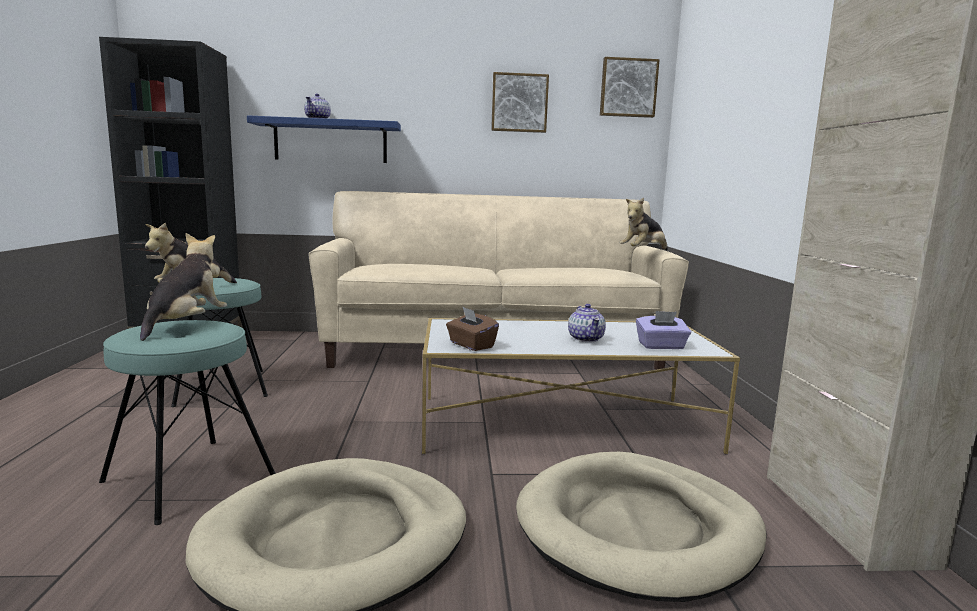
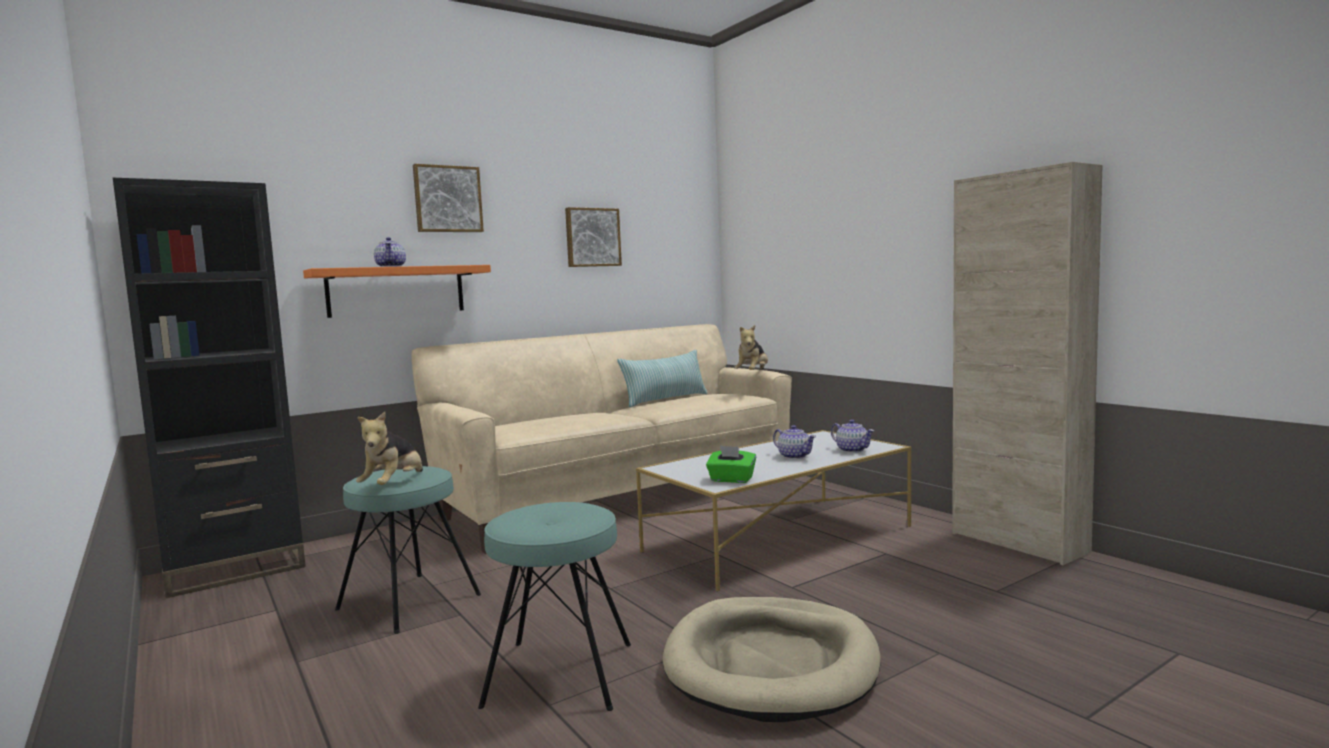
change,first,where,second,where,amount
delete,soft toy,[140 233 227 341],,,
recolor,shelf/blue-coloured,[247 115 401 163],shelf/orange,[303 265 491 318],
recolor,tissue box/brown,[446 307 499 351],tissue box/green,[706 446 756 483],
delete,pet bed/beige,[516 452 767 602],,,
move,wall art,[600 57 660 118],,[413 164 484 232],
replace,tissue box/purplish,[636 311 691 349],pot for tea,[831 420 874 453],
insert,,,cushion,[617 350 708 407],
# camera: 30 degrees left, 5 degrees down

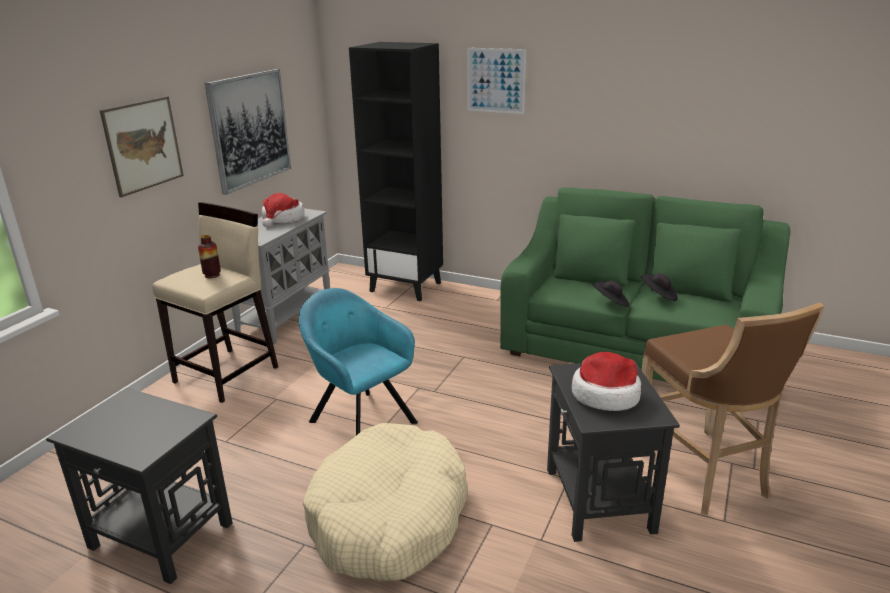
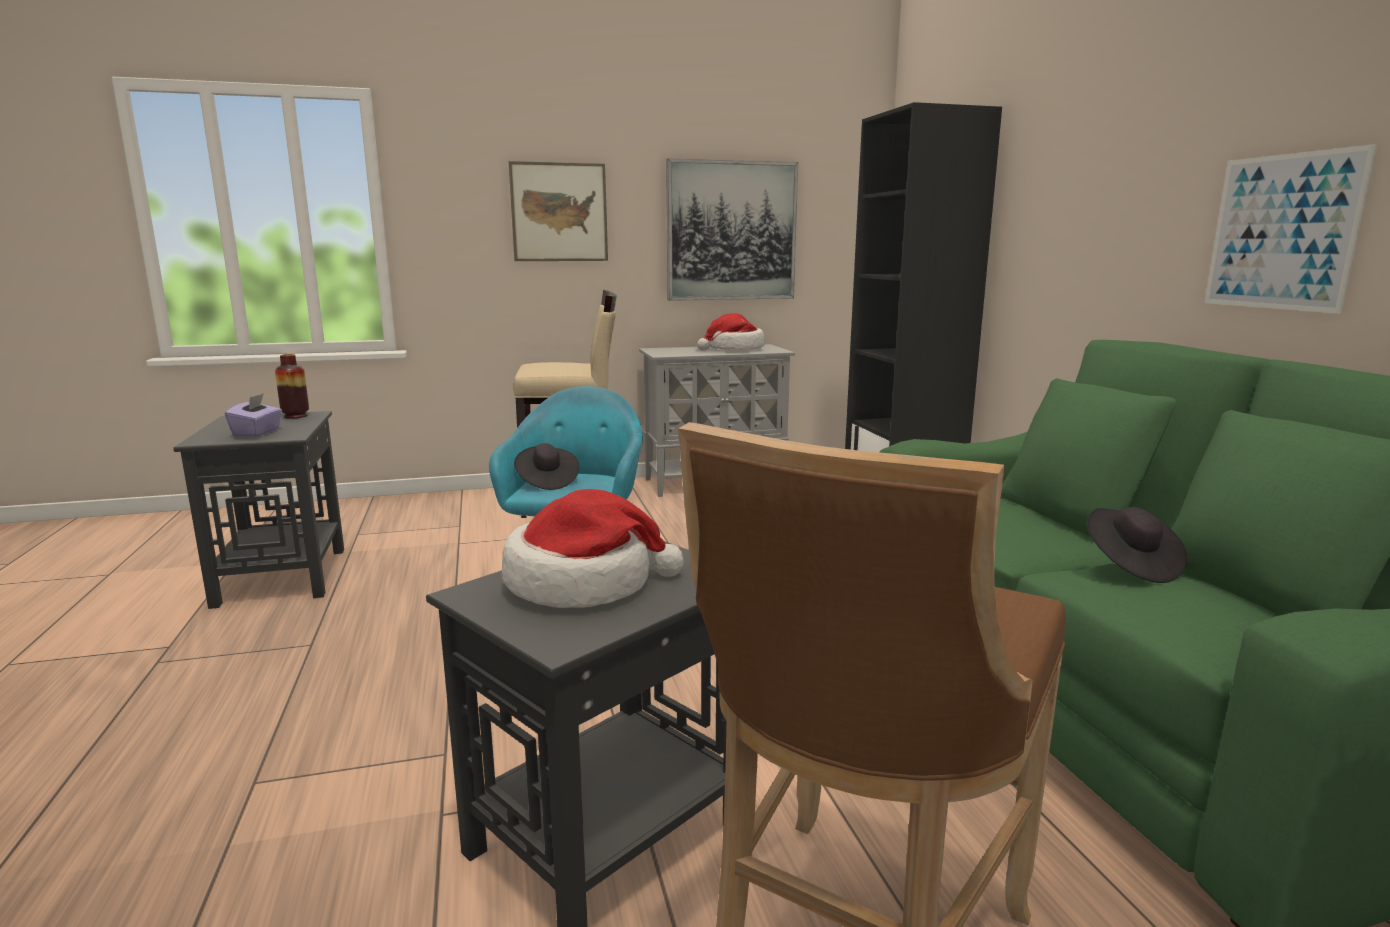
change,first,where,second,where,amount
move,flower vase,[198 235 221 278],,[275 354 309 419],
delete,pet bed/beige,[303 423 468 582],,,
move,wall art,[467 48 526 114],,[1204 144 1377 314],
move,clothing hat/blackish,[593 280 629 307],,[514 443 579 490],
insert,,,tissue box/purplish,[225 393 282 437],
# camera: 50 degrees right, 10 degrees down

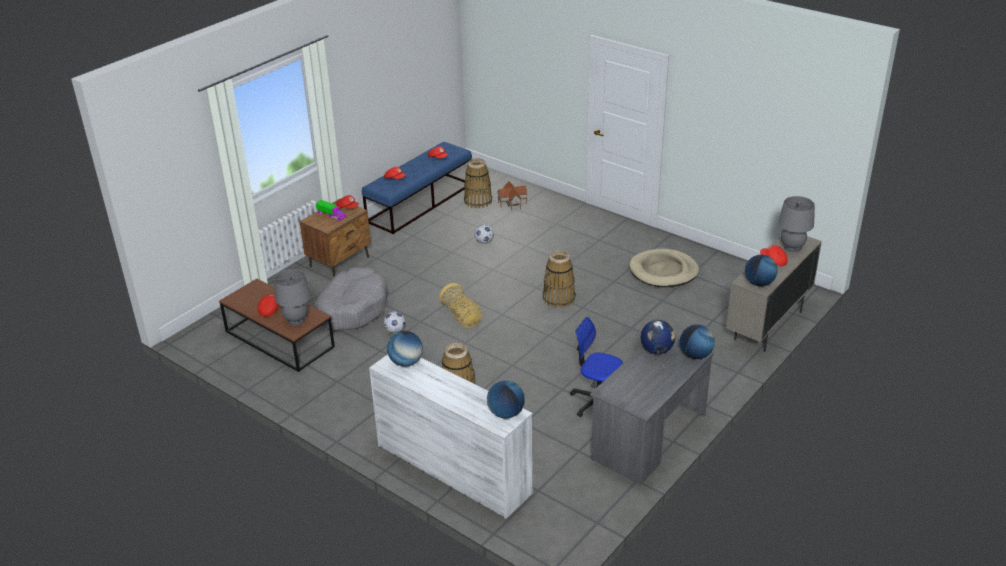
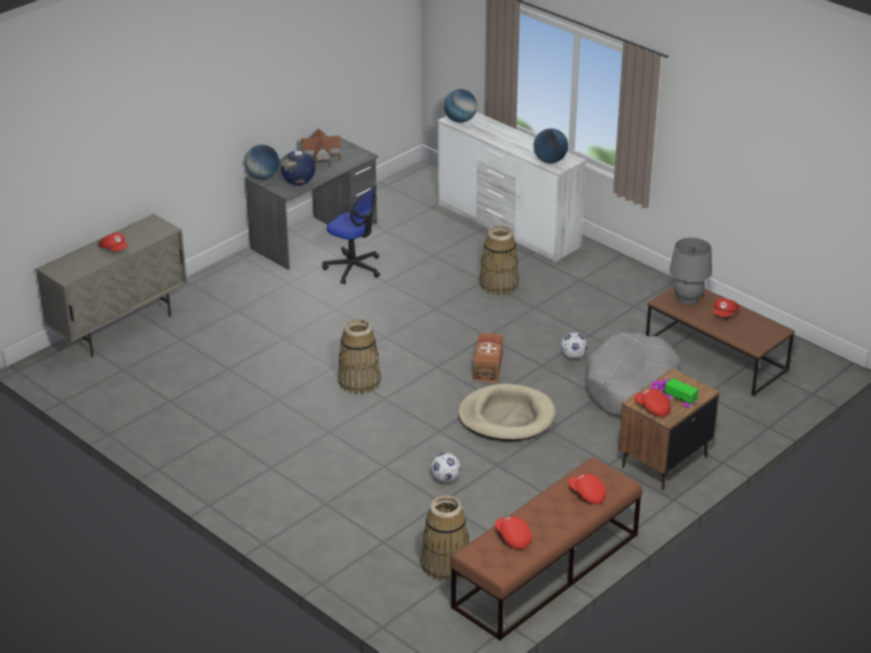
change,first,where,second,where,amount
recolor,bench/blue-coloured,[362 142 472 234],bench/brown,[450 457 642 641],
replace,household basket,[439 283 482 328],storage container/brown,[473 333 503 383],
move,miniature house,[497 181 528 211],,[300 128 341 169],
move,pet bed/beige,[629 249 699 287],,[458 384 556 442],
delete,desk globe,[745 255 778 286],,,
delete,tabletop lamp/grey,[778 196 815 252],,,
# camera: 175 degrees left, 0 degrees up

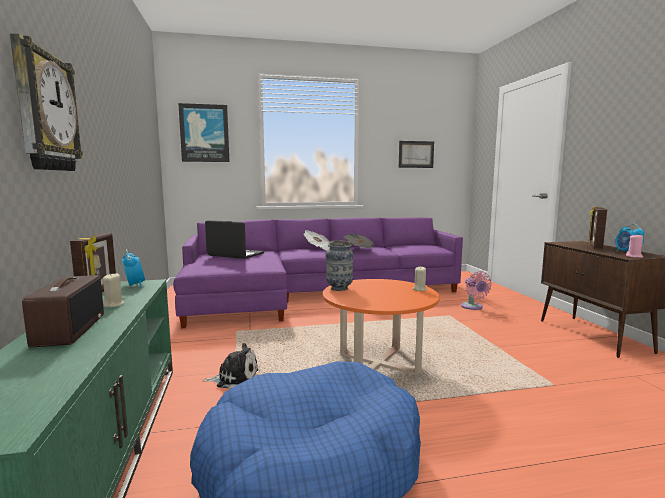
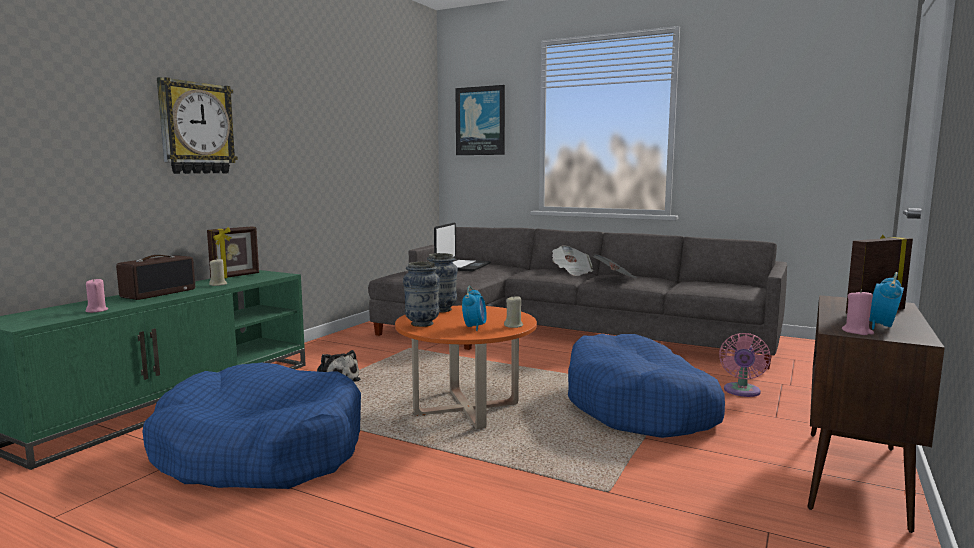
change,first,where,second,where,amount
move,alarm clock,[122 249 145 288],,[462 286 487 331],
recolor,sofa/purplish,[173 217 463 328],sofa/grey,[368 227 787 369],
rotate,portable computer,[205 220 264 259],,[434 222 491 272],45 degrees clockwise
delete,wall art,[399 141 434 168],,,
insert,,,wax light/pinkish,[85 278 108 313],
insert,,,flower vase,[403 262 440 327],
insert,,,pet bed/blue-coloured,[568 334 725 438],
# camera: 40 degrees right, 0 degrees up

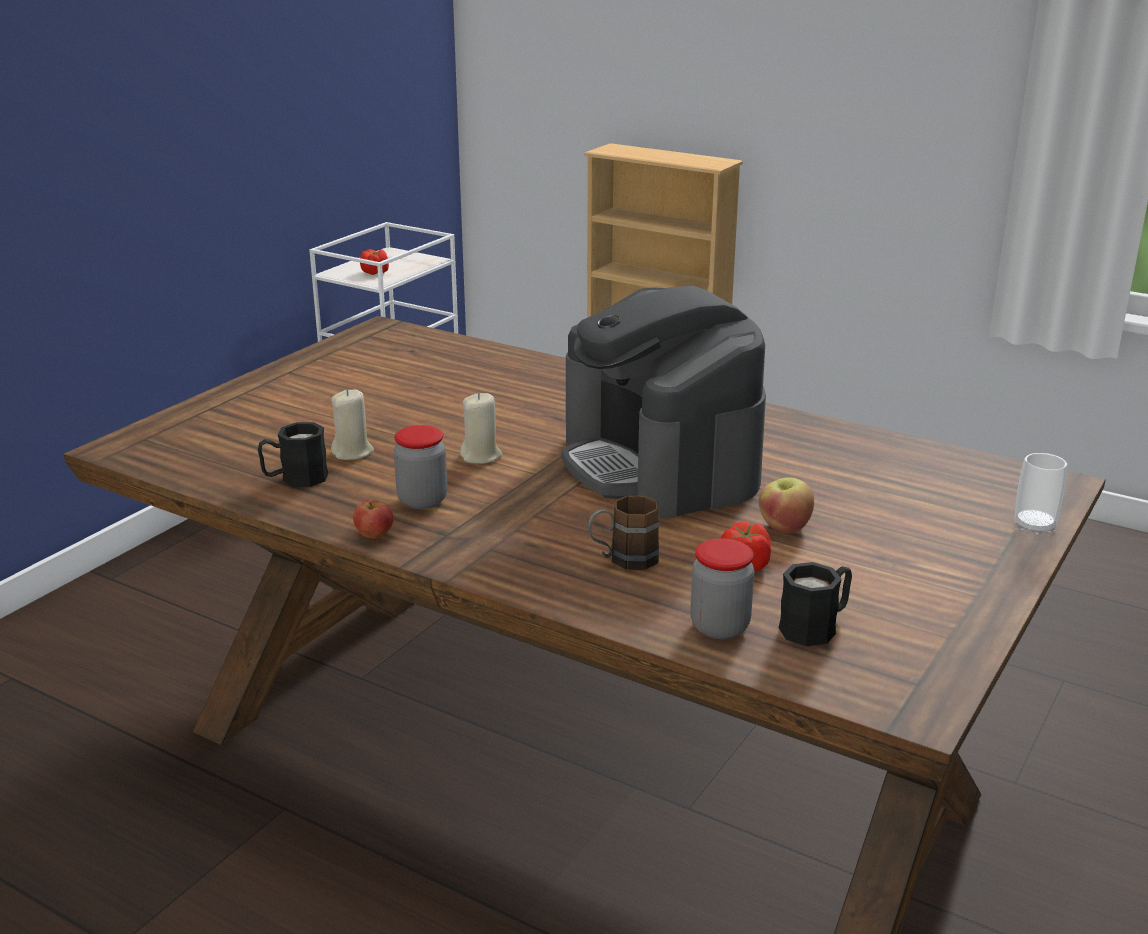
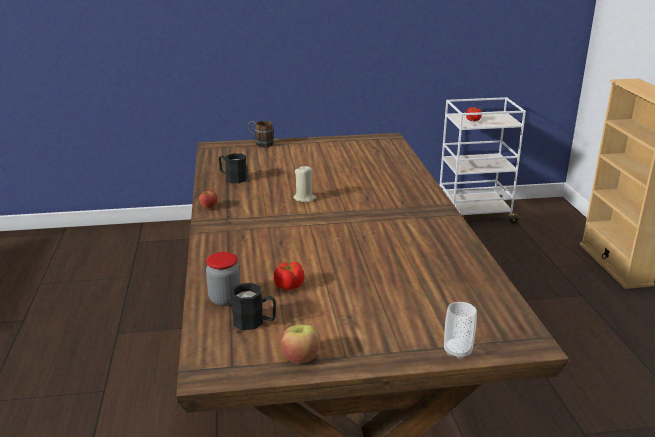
change,first,where,second,where,amount
delete,wax light/beige,[331 389 374 460],,,
delete,preserve jar,[394 425 447 509],,,
delete,coffee brewer,[562 286 766 519],,,
move,coffee mug/brown,[588 495 659 570],,[248 121 274 147],
move,whole apple,[759 478 814 534],,[281 325 320 363],
# camera: 50 degrees right, 0 degrees up

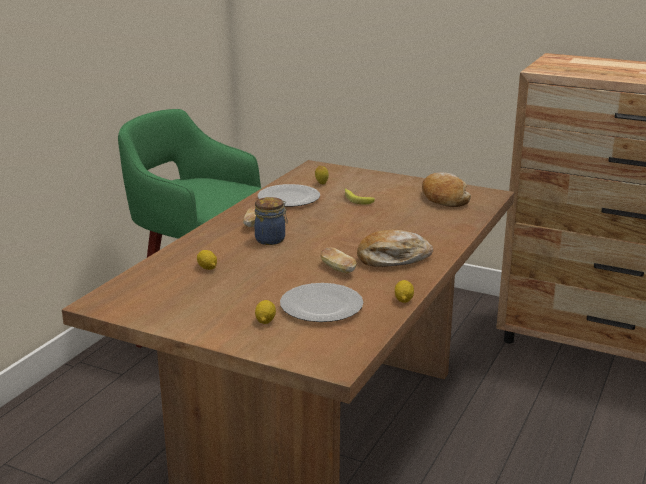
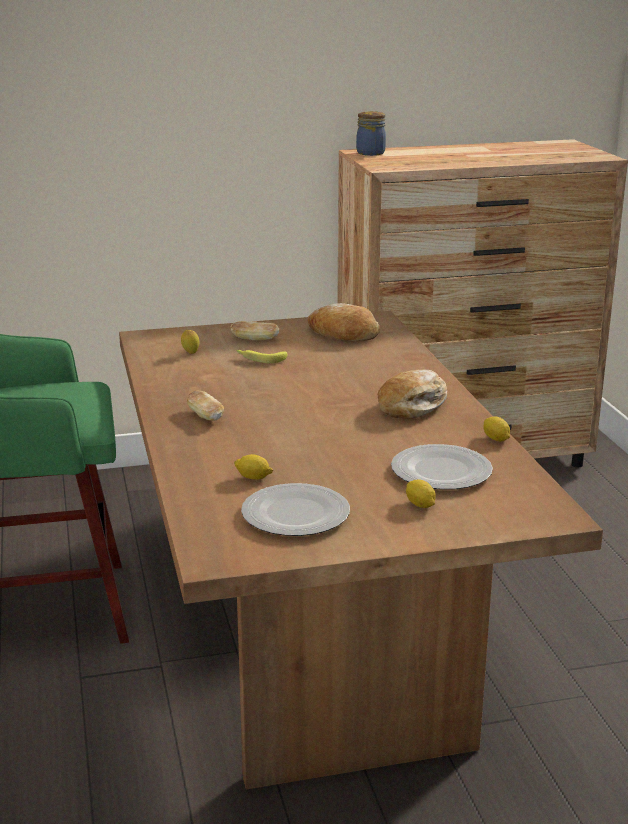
change,first,where,second,where,amount
move,preserve jar,[255 197 288 245],,[356 111 386 156],
move,dinner plate,[258 184 320 207],,[241 483 350 536],
move,bread,[320 248 357 273],,[231 321 279 341],
# camera: 40 degrees left, 0 degrees up

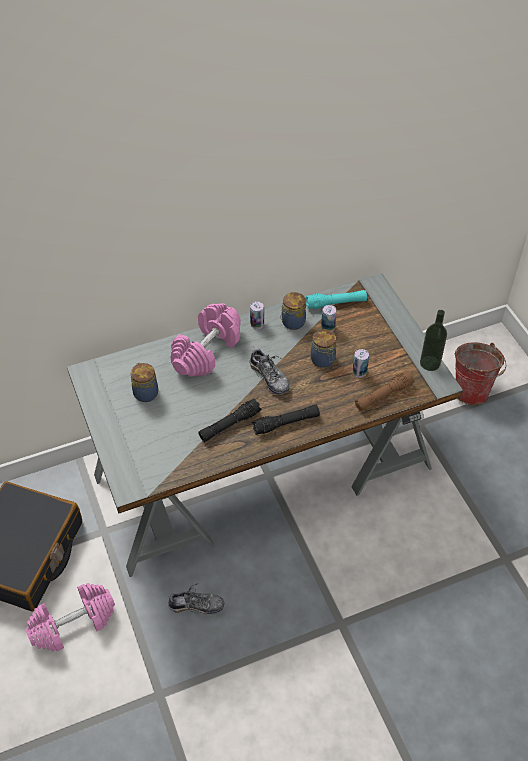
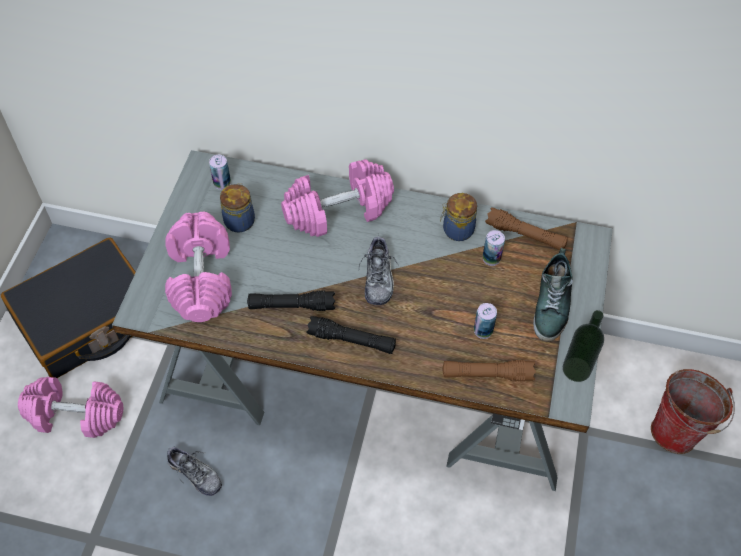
change,first,where,second,where,amount
move,sealed can,[250 301 264 329],,[209 155 231 190],
recolor,torch/turquoise-coloured,[305 290 367 309],torch/brown,[485 207 568 250],
delete,preserve jar,[311 329 336 368],,,
insert,,,dumbbell/pinkish,[165 211 232 322],
insert,,,item of footwear,[533 248 573 341],
# camera: 35 degrees right, 5 degrees up

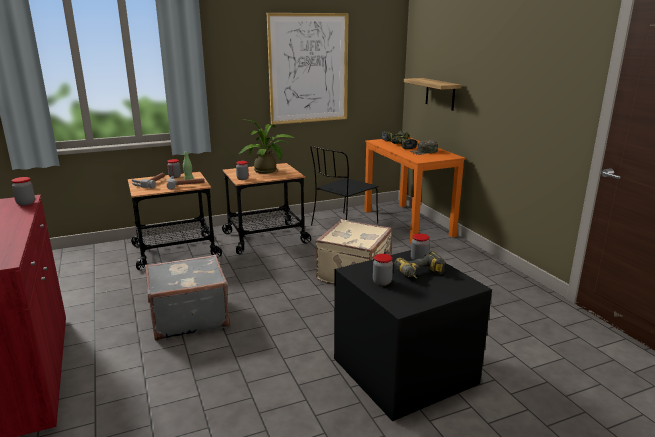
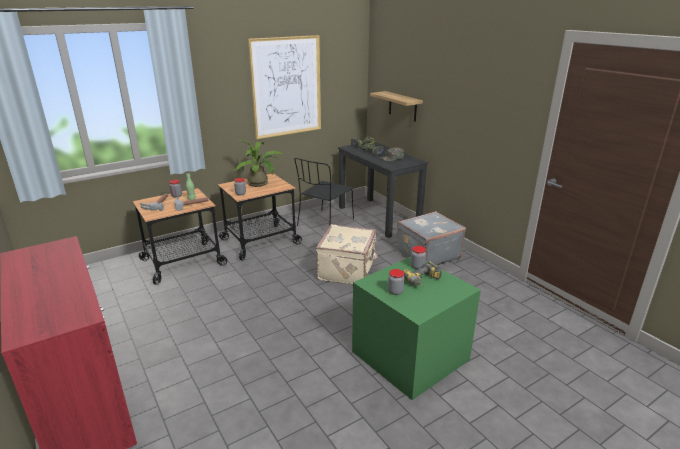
change,first,where,second,where,amount
delete,preserve jar,[11 177 35 205],,,
move,suitcase/grey,[145 255 229 341],,[396 211 466 265],
recolor,storage container/blackish,[334 250 492 422],storage container/green,[352 257 481 400],
recolor,desk table/orange,[364 137 466 243],desk table/blackish,[338 142 428 238],
# camera: 10 degrees left, 5 degrees up

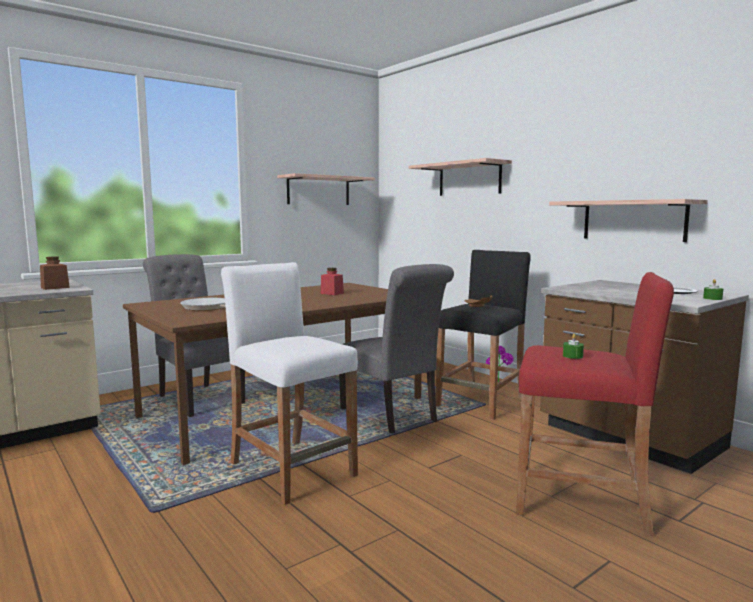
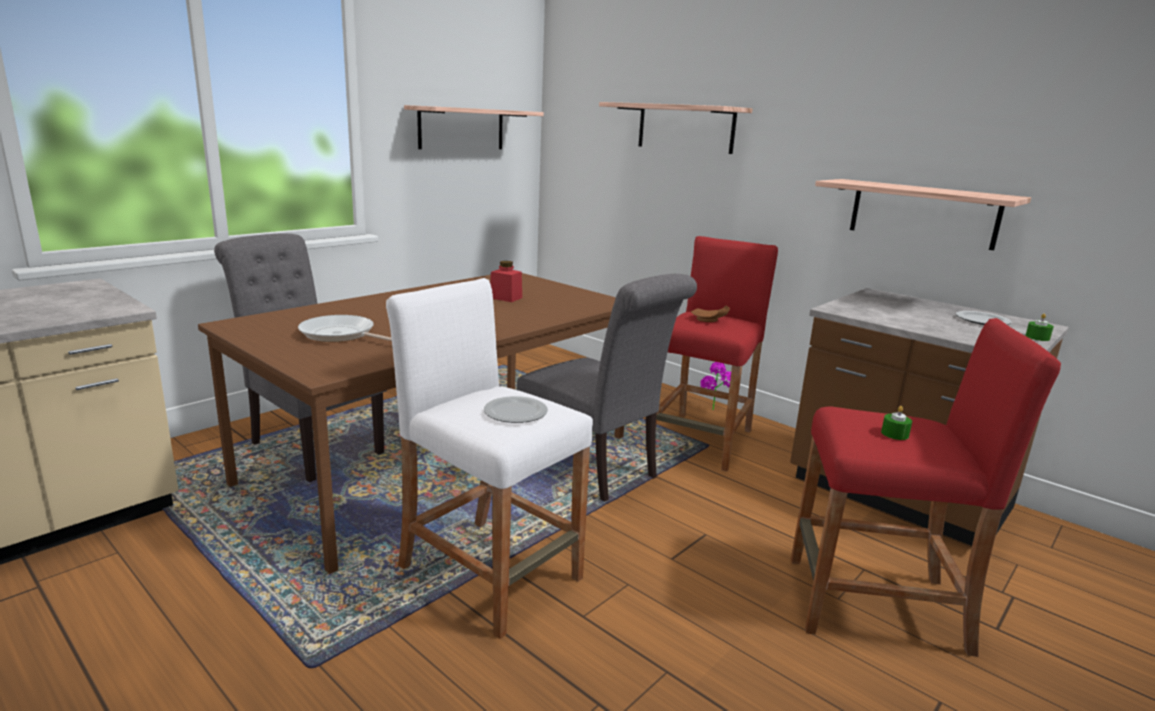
change,first,where,second,where,amount
delete,preserve jar/brown,[40 257 70 290],,,
recolor,sitting stool/blackish,[435 250 531 420],sitting stool/red-coloured,[646 236 778 472],
insert,,,dinner plate,[484 396 548 423],
# camera: 10 degrees left, 10 degrees up

